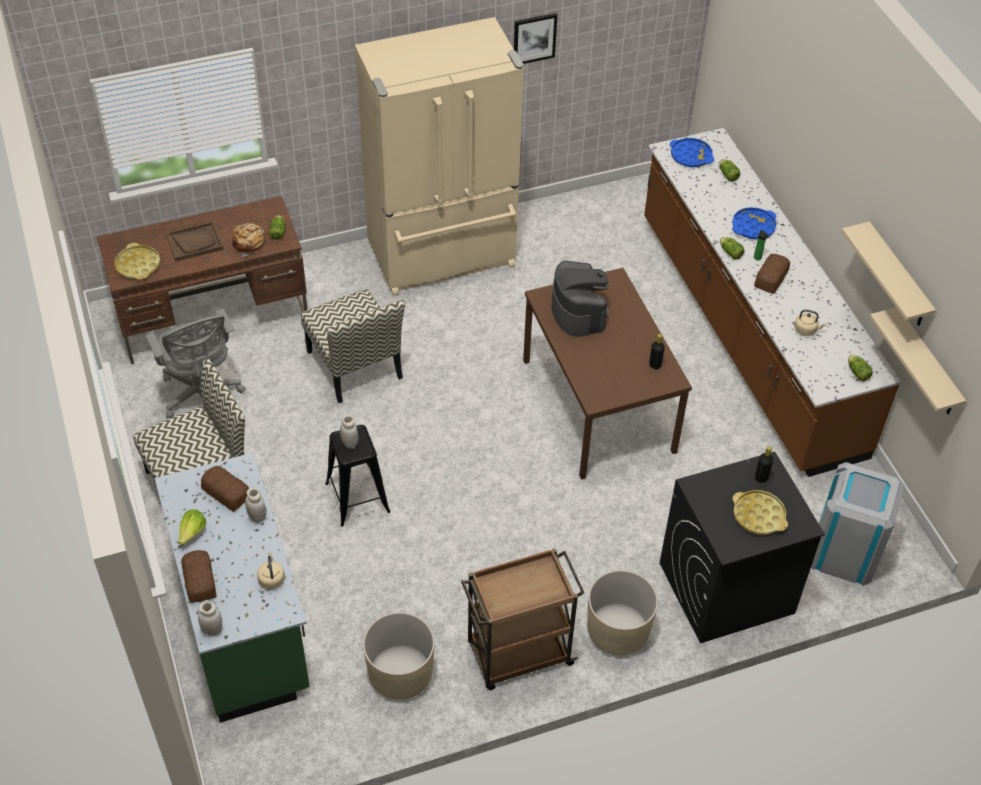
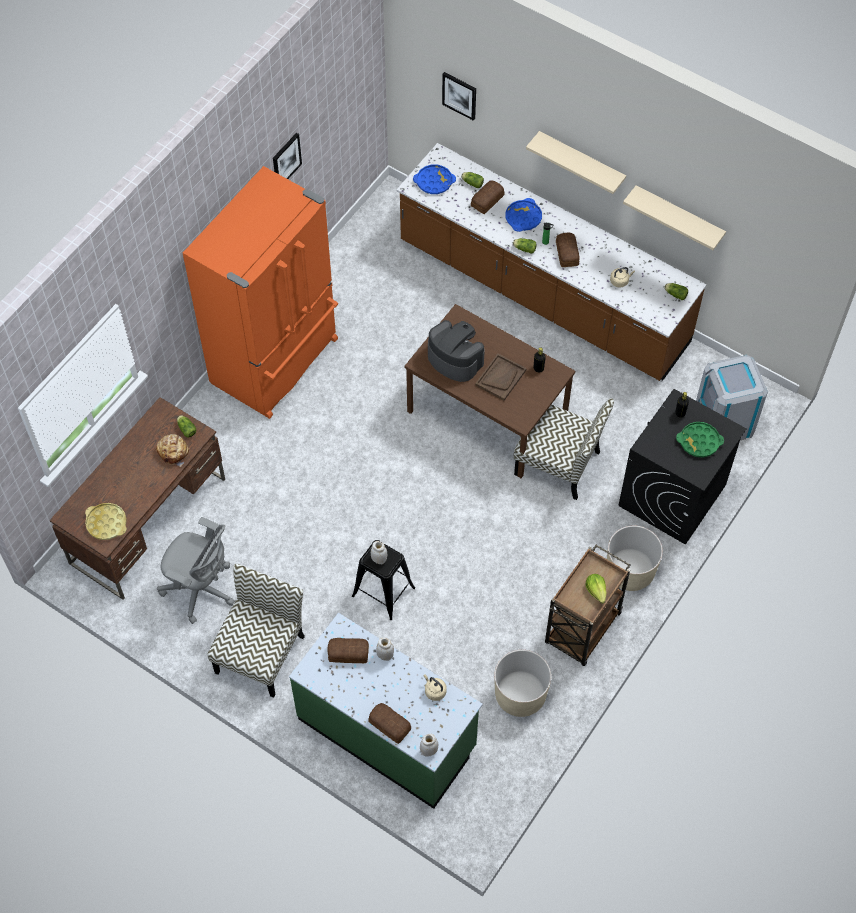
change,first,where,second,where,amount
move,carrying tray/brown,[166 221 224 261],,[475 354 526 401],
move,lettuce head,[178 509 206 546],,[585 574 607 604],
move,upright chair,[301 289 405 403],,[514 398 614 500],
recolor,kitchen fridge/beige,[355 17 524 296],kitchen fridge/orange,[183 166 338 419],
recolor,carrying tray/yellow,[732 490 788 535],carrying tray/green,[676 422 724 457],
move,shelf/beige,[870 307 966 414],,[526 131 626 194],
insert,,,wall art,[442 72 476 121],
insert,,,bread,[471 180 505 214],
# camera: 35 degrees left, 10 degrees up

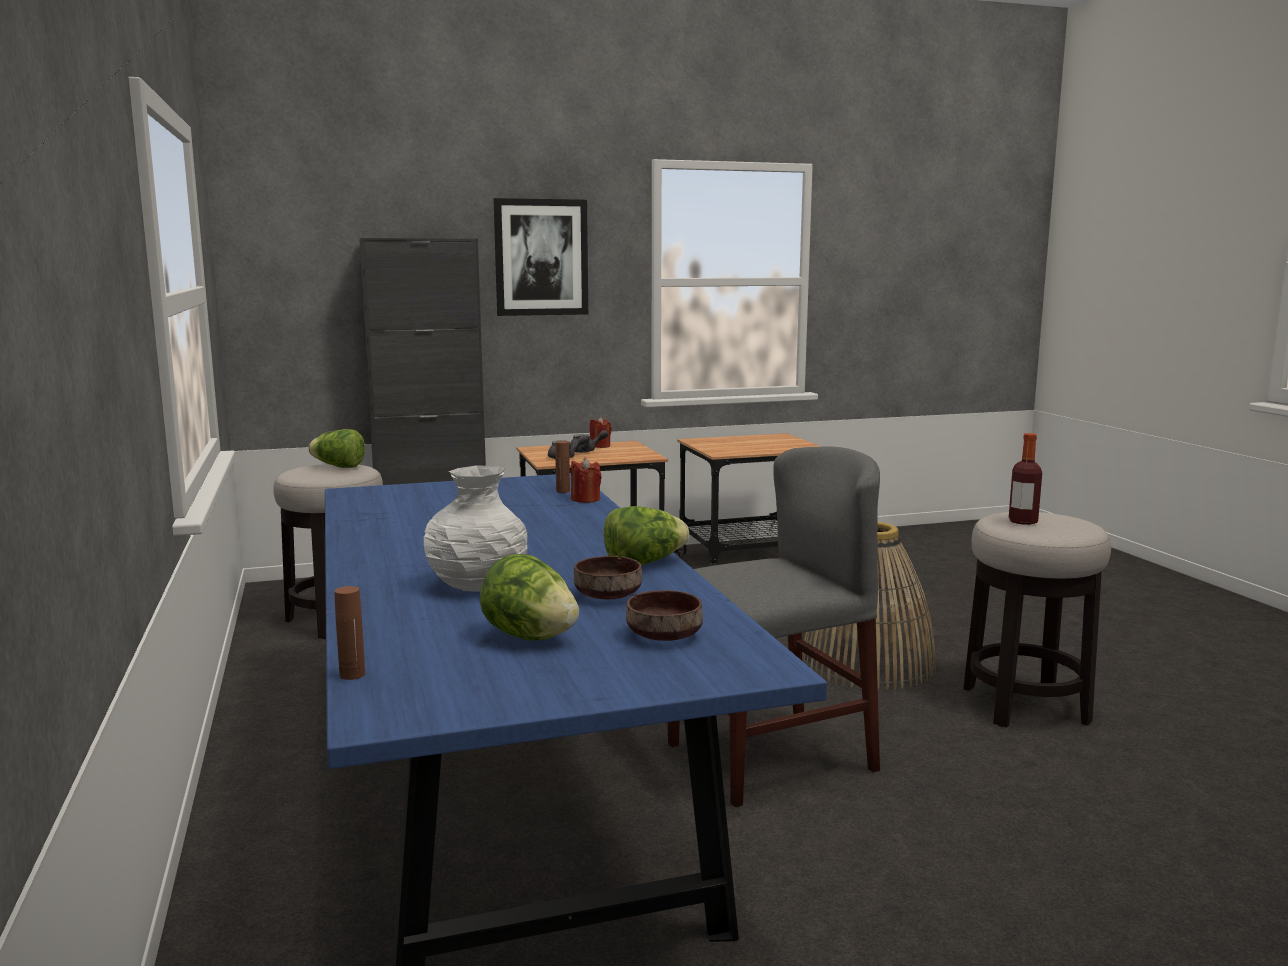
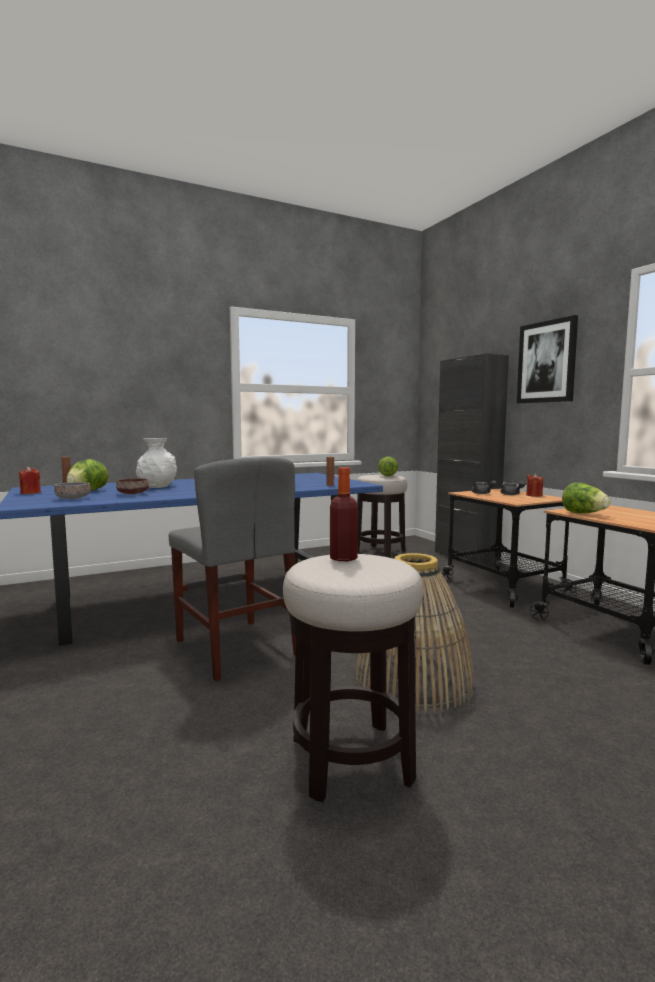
change,first,where,second,where,amount
move,wax light/red-coloured,[571 458 602 503],,[19 467 41 494],
move,lettuce head,[604 506 689 565],,[562 482 611 513],
recolor,deep dish/brown,[626 590 703 641],deep dish/grey,[54 482 91 499],
# camera: 80 degrees right, 5 degrees down

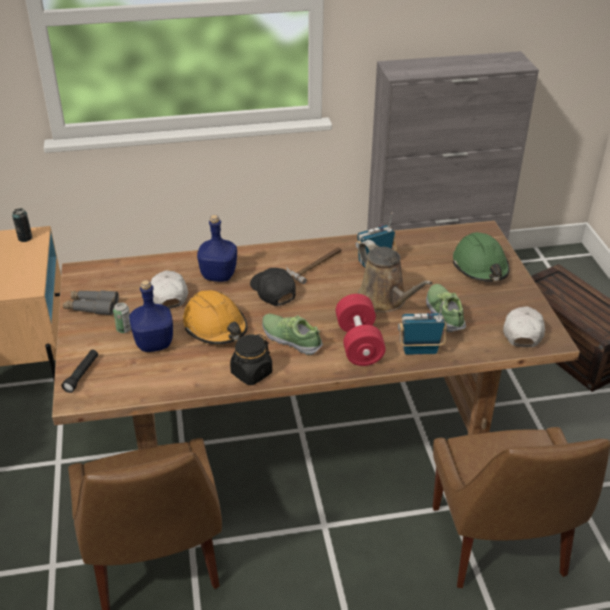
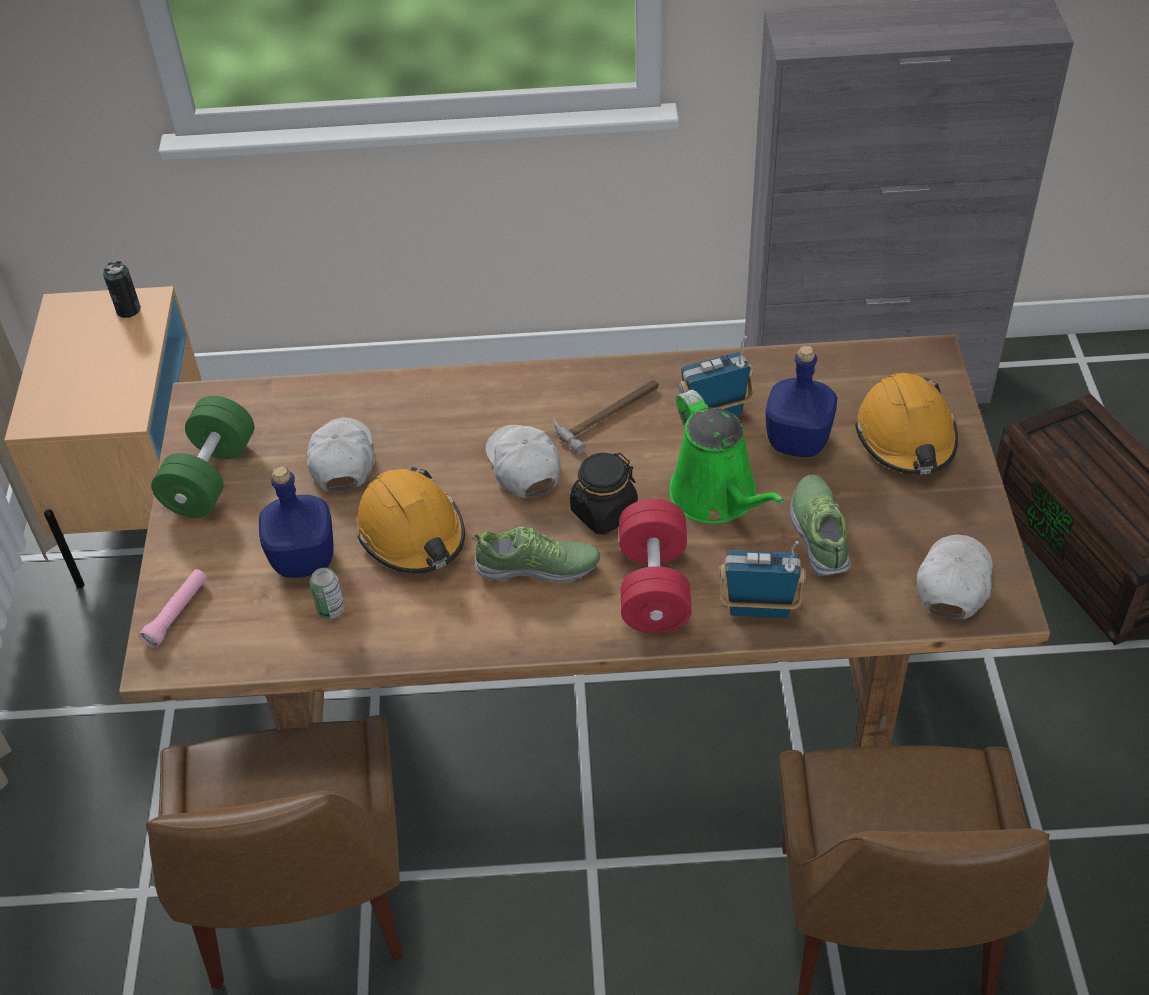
change,first,where,second,where,amount
recolor,torch/blackish,[61 350 98 393],torch/pinkish,[139 569 207 648],
replace,pair of binoculars/grey,[63 290 119 315],dumbbell/green,[151 396 254 518],
move,sealed can,[113 302 131 333],,[310 568 345 619],
move,bottle/blue-coloured,[197 215 237 282],,[765 346 837 457],
move,preserve jar/blackish,[230 334 272 385],,[570 453 638 535],
recolor,peaked cap/blackish,[250 268 296 306],peaked cap/white,[486 425 561 498],
rotate,item of footwear,[262 314 323 355],,[472 527 600 584],135 degrees clockwise
recolor,watering pot/brown,[358 240 433 313],watering pot/green,[669 390 785 524],
recolor,safety helmet/green,[453 232 510 282],safety helmet/orange,[855 373 958 475],
# camera: 10 degrees right, 10 degrees up

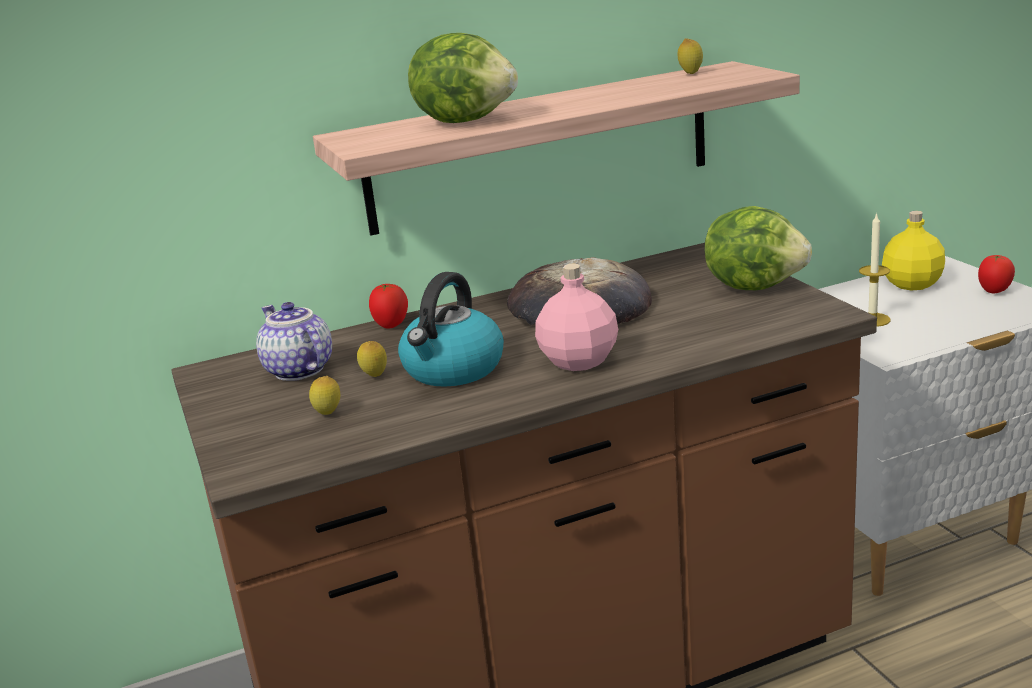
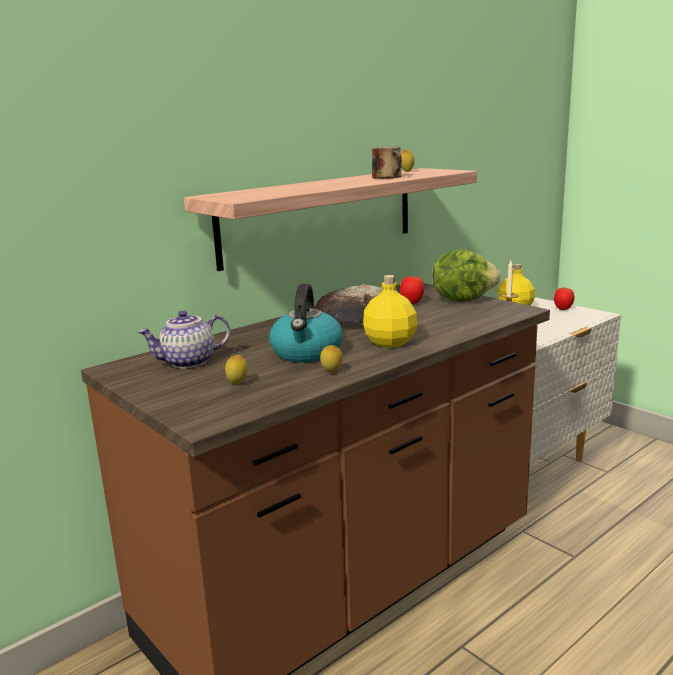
change,first,where,second,where,amount
rotate,pot for tea,[256 302 332 381],,[137 310 230 369],60 degrees counterclockwise
move,lemon,[357 341 387 377],,[320 345 343 373],
move,tomato,[369 284 408 328],,[400 276 424 304],
delete,lettuce head,[408 33 518 123],,,
recolor,bottle/pinkish,[535 263 618 371],bottle/yellow,[363 275 418 348],
insert,,,coffee mug,[372 147 402 179],
# camera: 20 degrees left, 5 degrees down

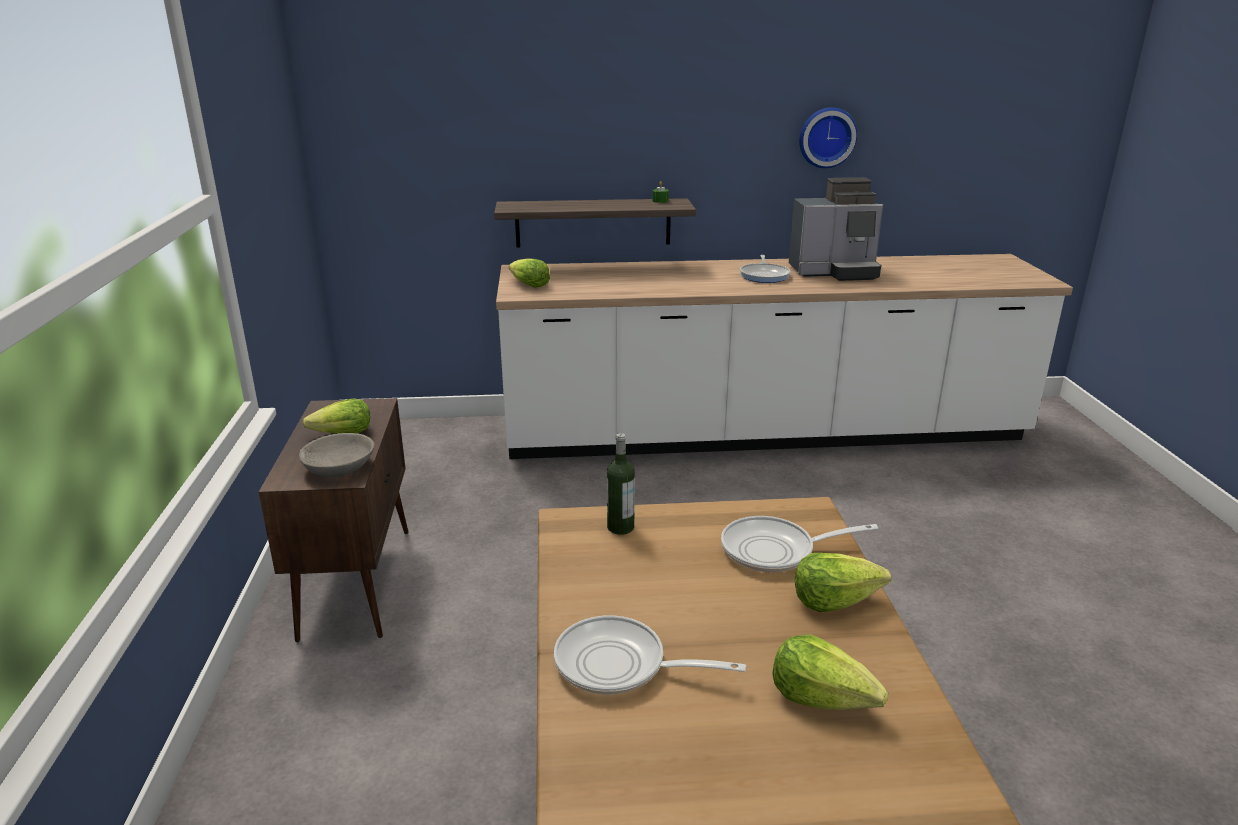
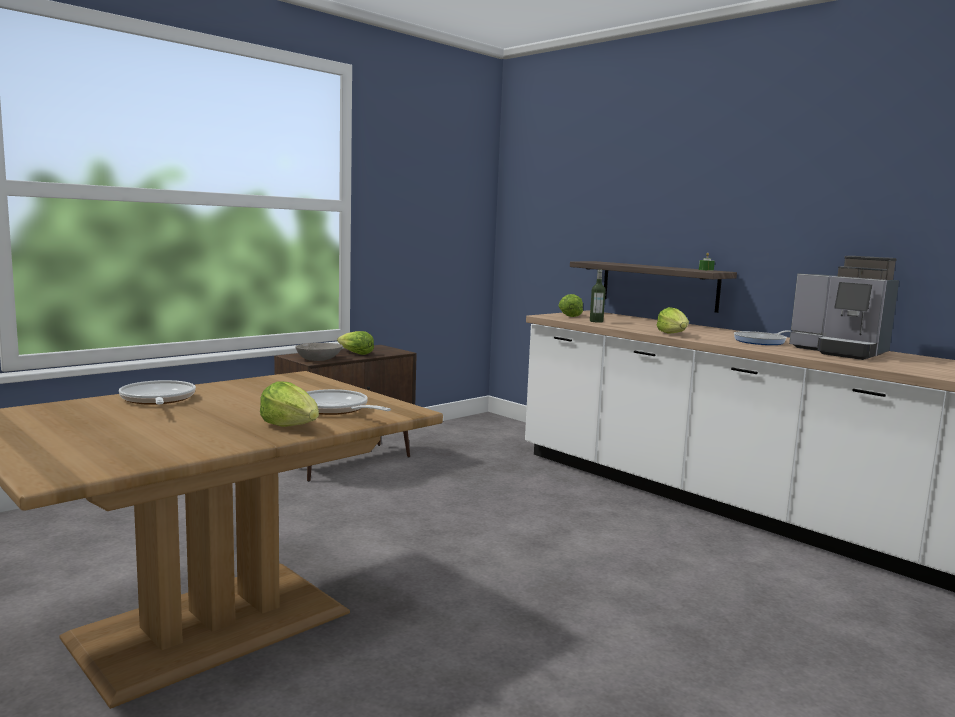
change,first,where,second,where,amount
move,bottle,[607 433 635 535],,[590 269 606 323],
move,lettuce head,[772 634 888 710],,[656 307 689 333],
delete,clock on the wall,[799 107 857 168],,,
# camera: 50 degrees right, 15 degrees down

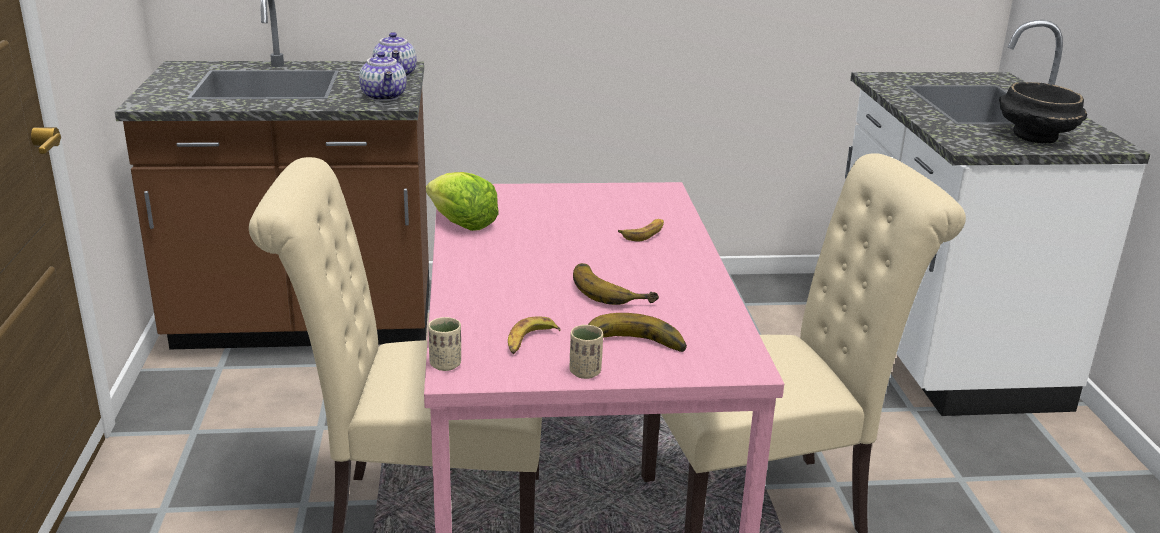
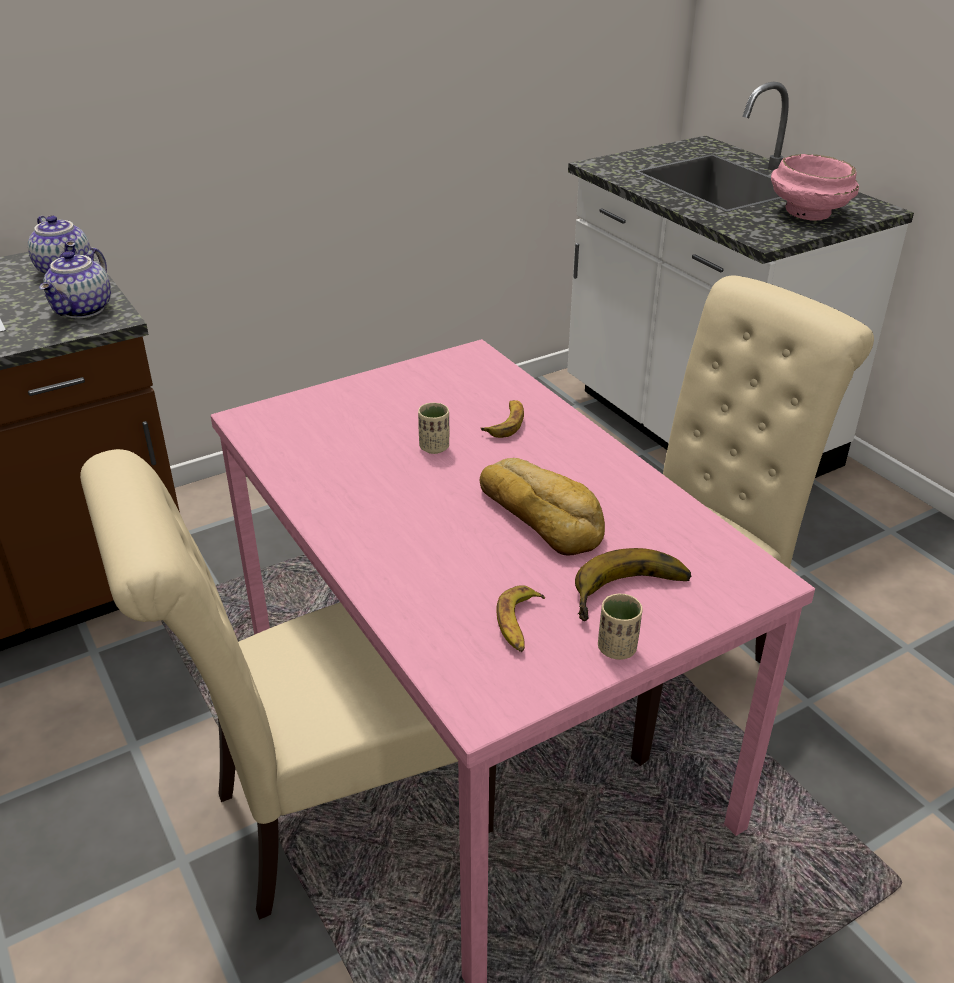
change,first,where,second,where,amount
rotate,pot for tea,[359 52 407 101],,[40 247 111 318],60 degrees clockwise
delete,lettuce head,[426 172 499 231],,,
move,cup/beige,[428 317 461 371],,[418 403 449 454],
replace,banana fruit,[573 263 659 305],bread,[480 458 605 556],
recolor,deep dish/blackish,[999 82 1087 143],deep dish/pinkish,[771 154 859 221],
# camera: 25 degrees left, 10 degrees up

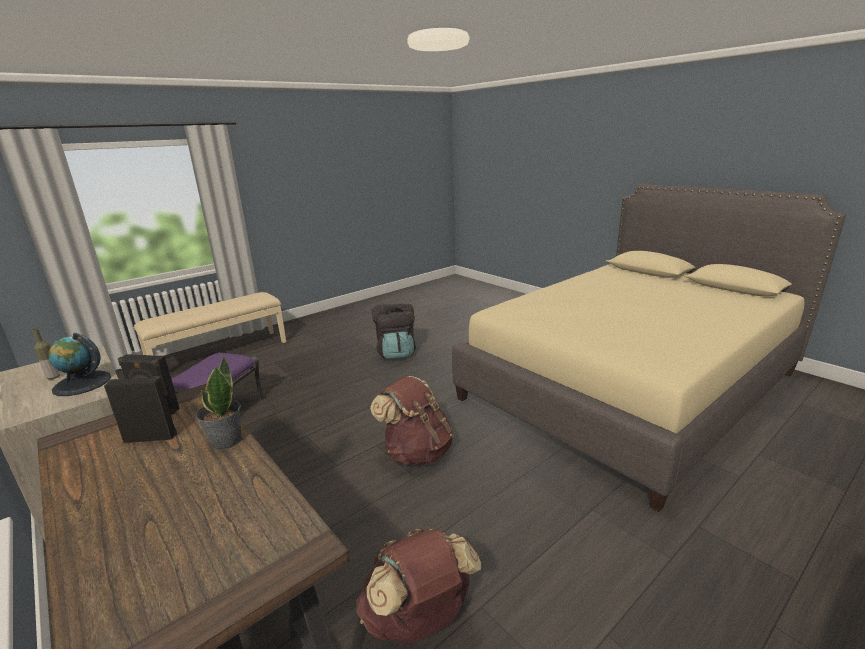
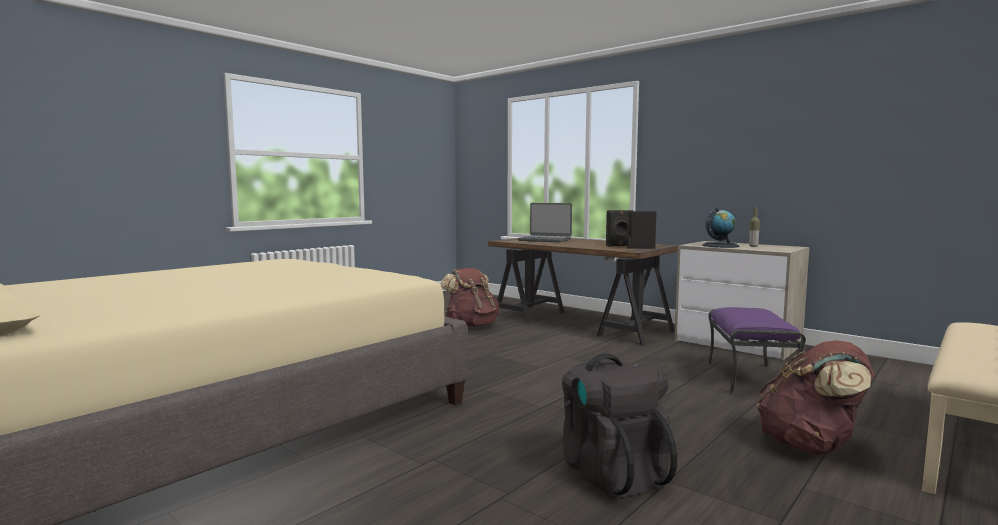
change,first,where,second,where,amount
delete,houseplant,[196 356 242 450],,,
move,backpack/brown,[370 376 454 466],,[757 340 875 455],
insert,,,portable computer,[518 203 572 243],
# camera: 170 degrees right, 15 degrees down

